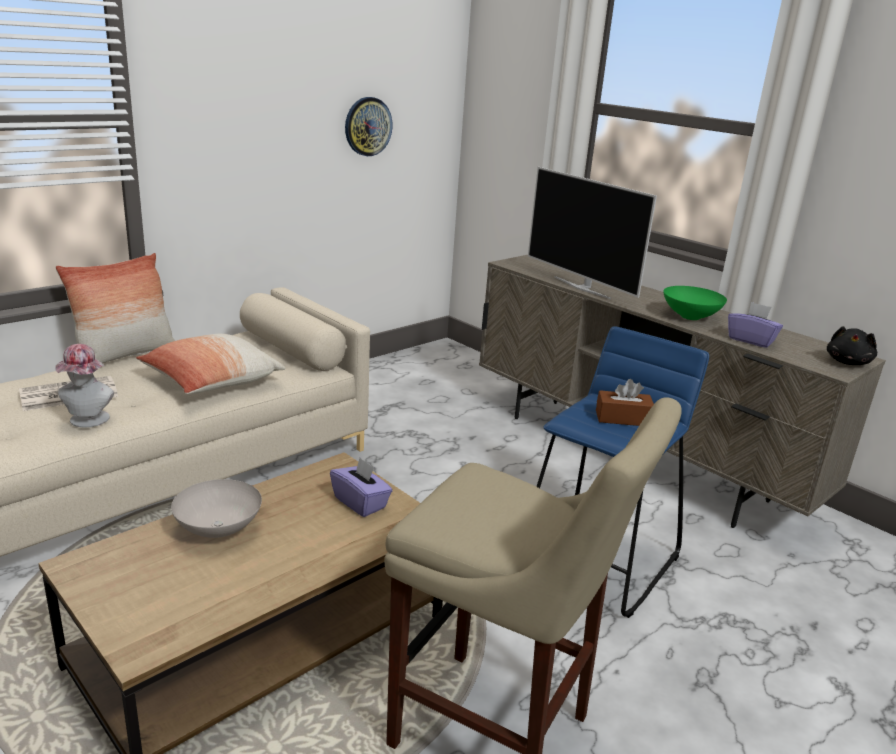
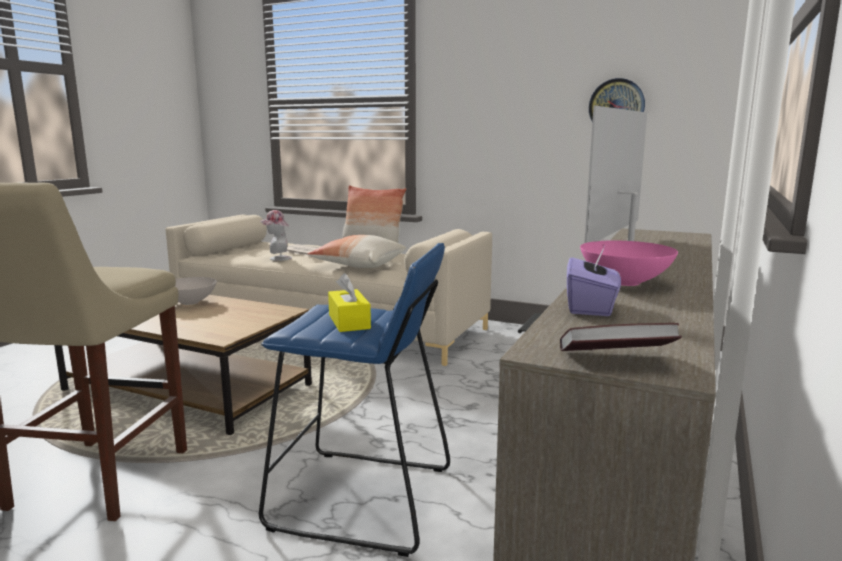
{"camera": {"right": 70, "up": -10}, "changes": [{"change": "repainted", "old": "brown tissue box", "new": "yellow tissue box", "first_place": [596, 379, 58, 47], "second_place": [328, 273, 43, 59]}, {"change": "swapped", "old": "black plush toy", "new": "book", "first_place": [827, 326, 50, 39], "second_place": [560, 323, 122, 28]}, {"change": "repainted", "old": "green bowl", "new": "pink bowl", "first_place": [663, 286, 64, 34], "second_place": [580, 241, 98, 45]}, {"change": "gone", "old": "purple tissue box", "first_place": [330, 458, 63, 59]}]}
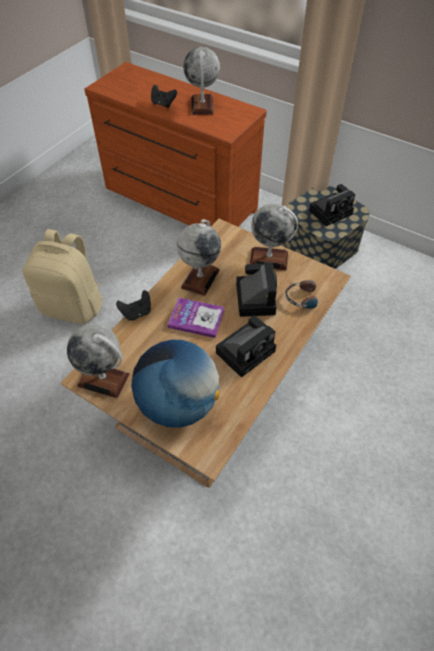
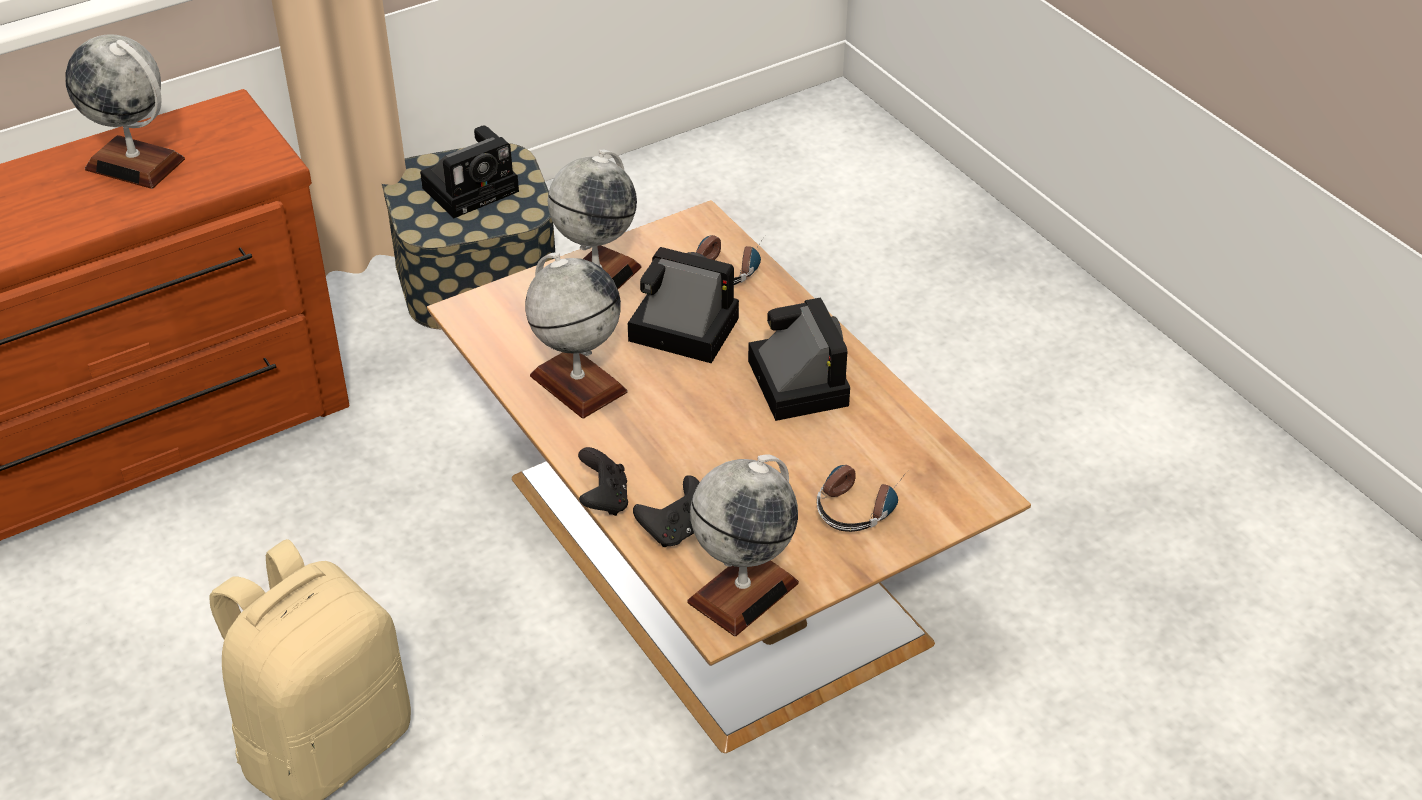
{"camera": {"right": -65, "up": -10}, "changes": [{"change": "rotated", "old": "photo camera", "first_place": [309, 184, 46, 42], "second_place": [420, 125, 99, 93], "degrees": 60}, {"change": "shifted", "old": "black game controller", "first_place": [151, 85, 26, 23], "second_place": [633, 475, 67, 72]}, {"change": "swapped", "old": "globe", "new": "headphones", "first_place": [131, 340, 89, 88], "second_place": [817, 465, 90, 67]}, {"change": "gone", "old": "book", "first_place": [167, 298, 58, 40]}]}
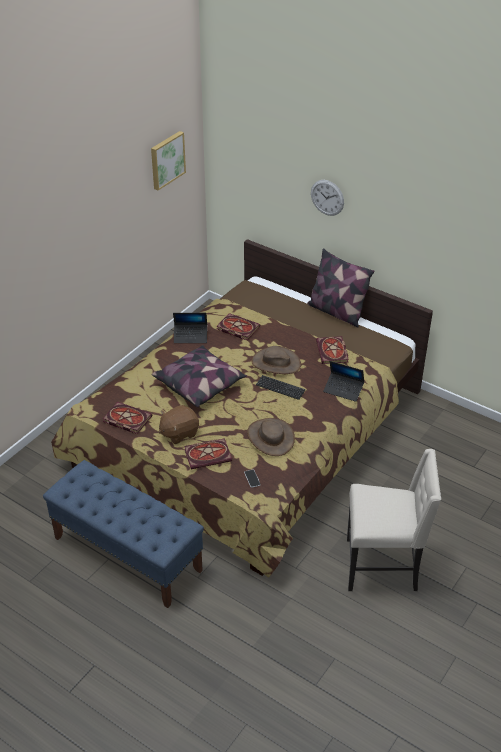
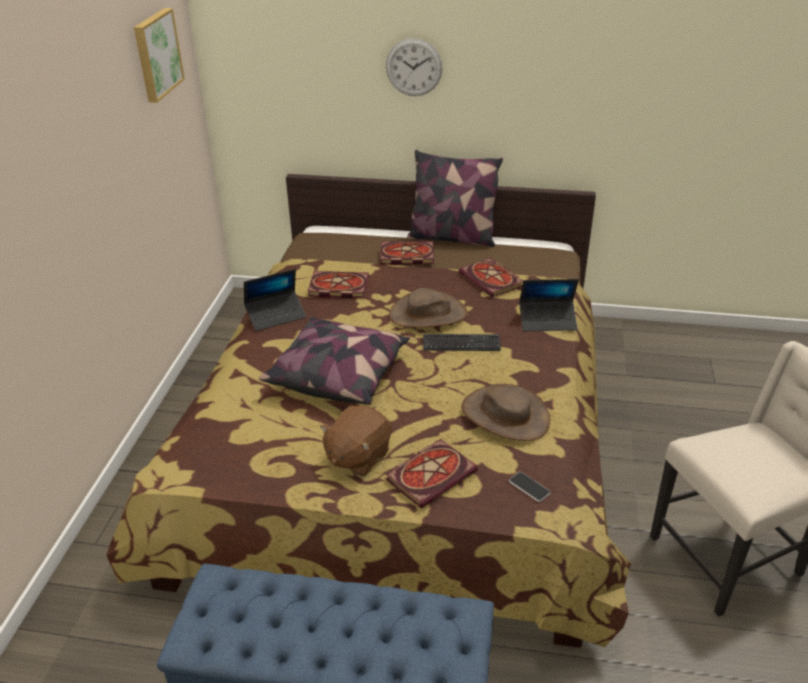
{"camera": {"right": -25, "up": -5}, "changes": [{"change": "shifted", "old": "book", "first_place": [103, 402, 49, 32], "second_place": [380, 241, 54, 24]}]}
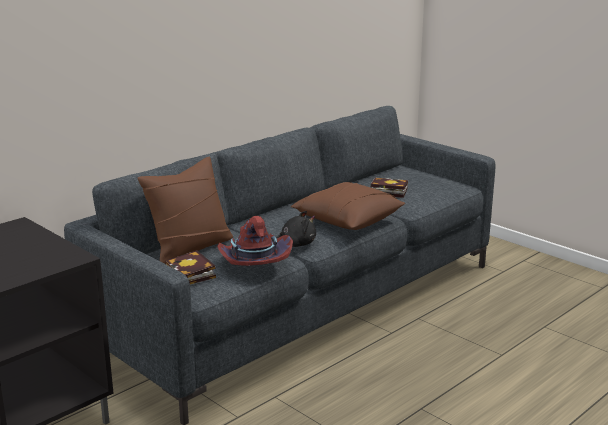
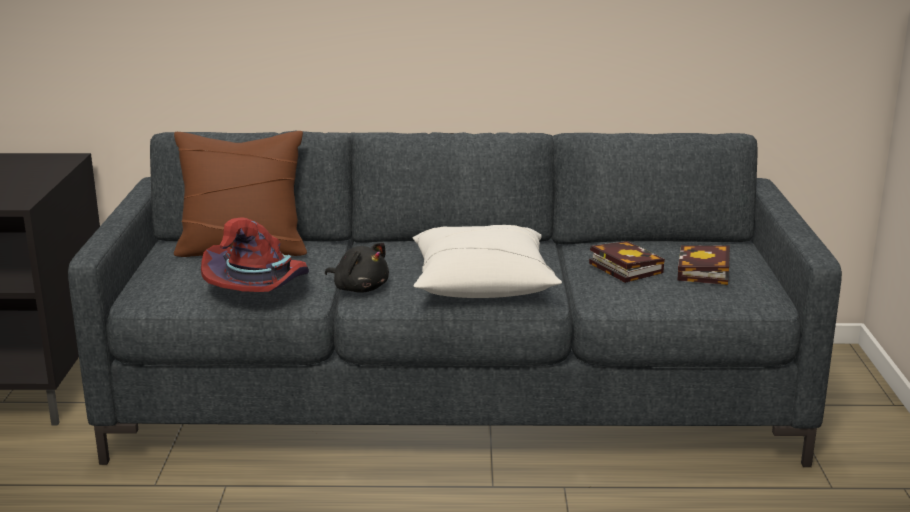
{"camera": {"right": 45, "up": 0}, "changes": [{"change": "repainted", "old": "brown pillow", "new": "white pillow", "first_place": [291, 182, 114, 48], "second_place": [413, 225, 149, 73]}, {"change": "shifted", "old": "book", "first_place": [165, 250, 51, 35], "second_place": [677, 245, 53, 40]}]}
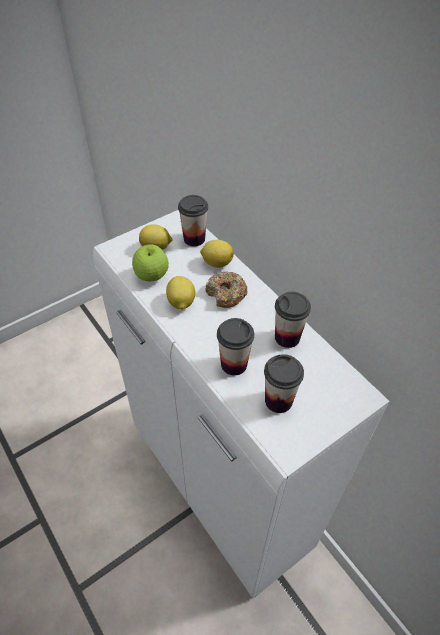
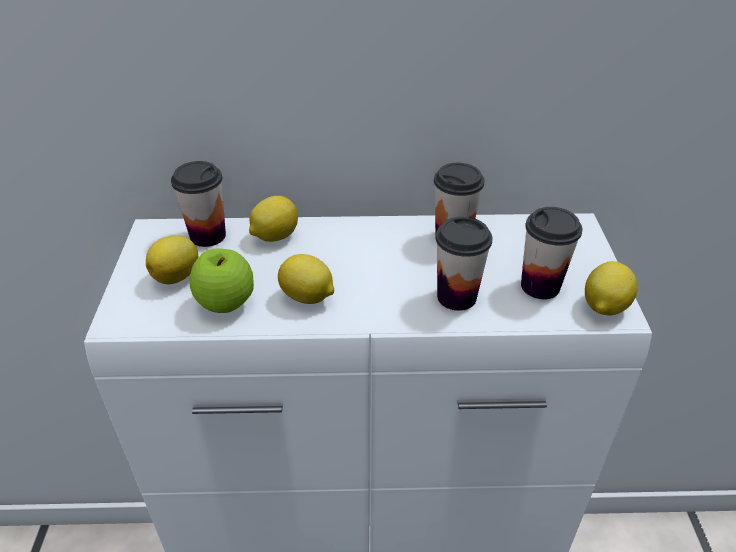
{"camera": {"right": -55, "up": -10}, "changes": [{"change": "new", "new": "lemon", "second_place": [585, 261, 53, 55]}, {"change": "gone", "old": "donut", "first_place": [205, 272, 42, 36]}]}
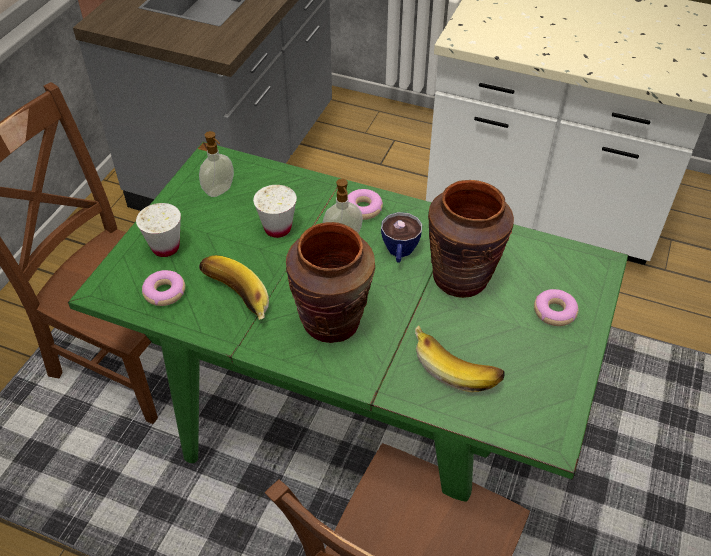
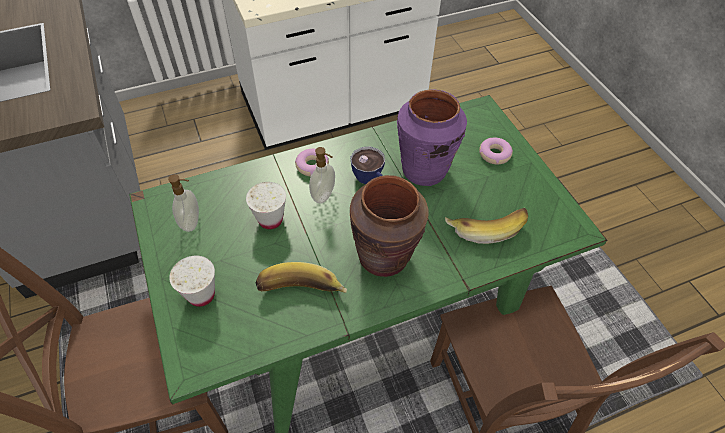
{"camera": {"right": -45, "up": 5}, "changes": [{"change": "repainted", "old": "brown vase", "new": "purple vase", "first_place": [428, 180, 86, 118], "second_place": [397, 89, 70, 97]}, {"change": "gone", "old": "donut", "first_place": [142, 270, 43, 36]}]}
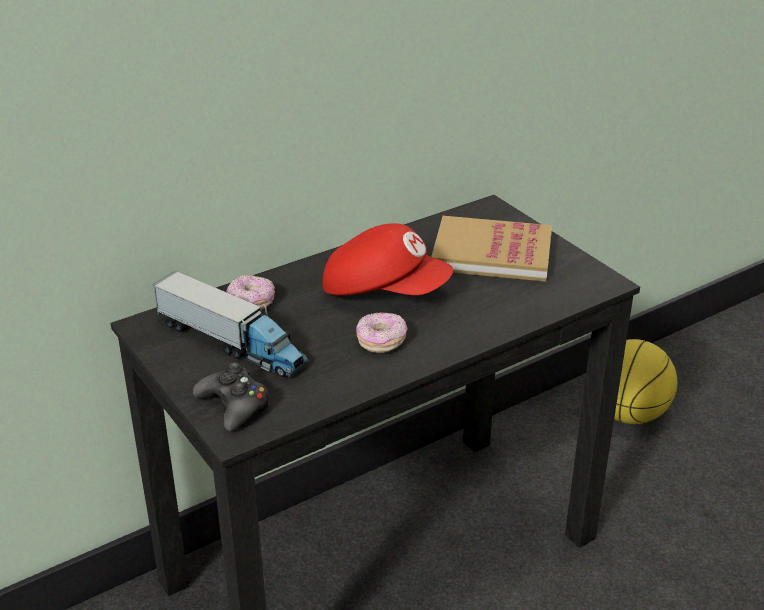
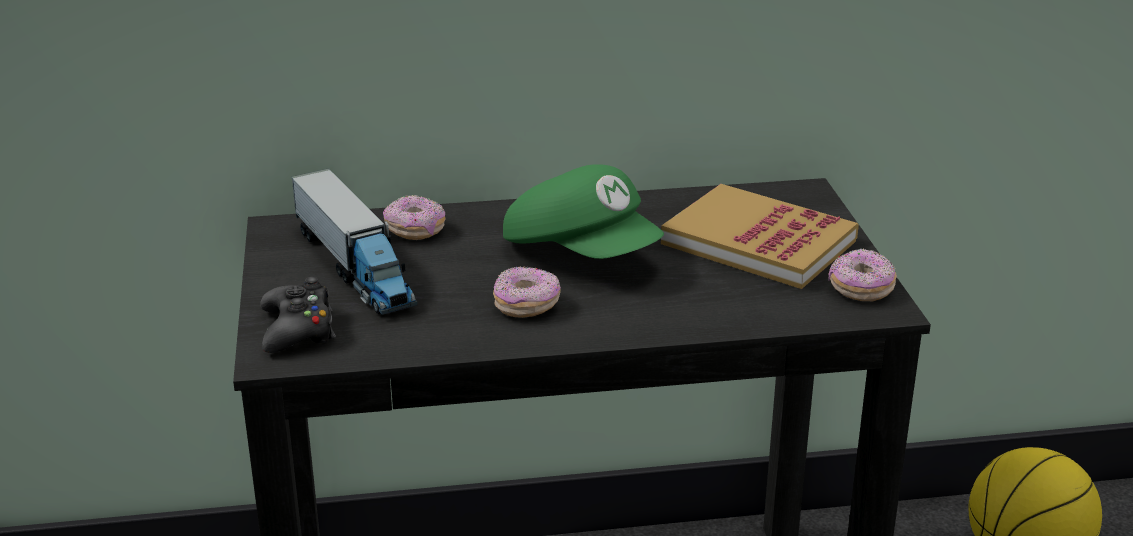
{"camera": {"right": 25, "up": -5}, "changes": [{"change": "repainted", "old": "red cap", "new": "green cap", "first_place": [323, 223, 130, 73], "second_place": [503, 164, 161, 95]}, {"change": "new", "new": "donut", "second_place": [828, 249, 69, 52]}]}
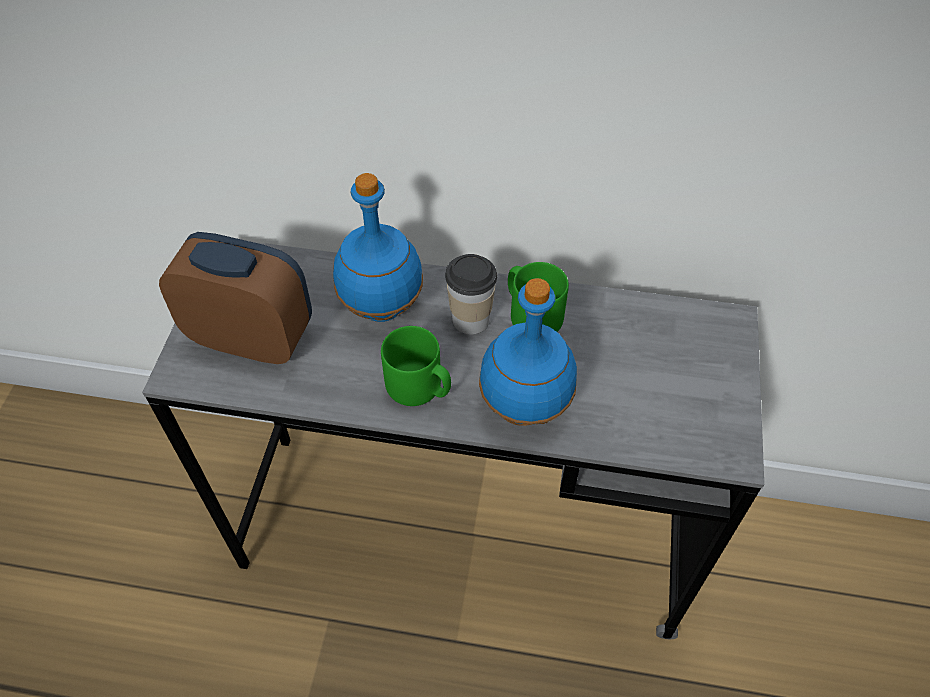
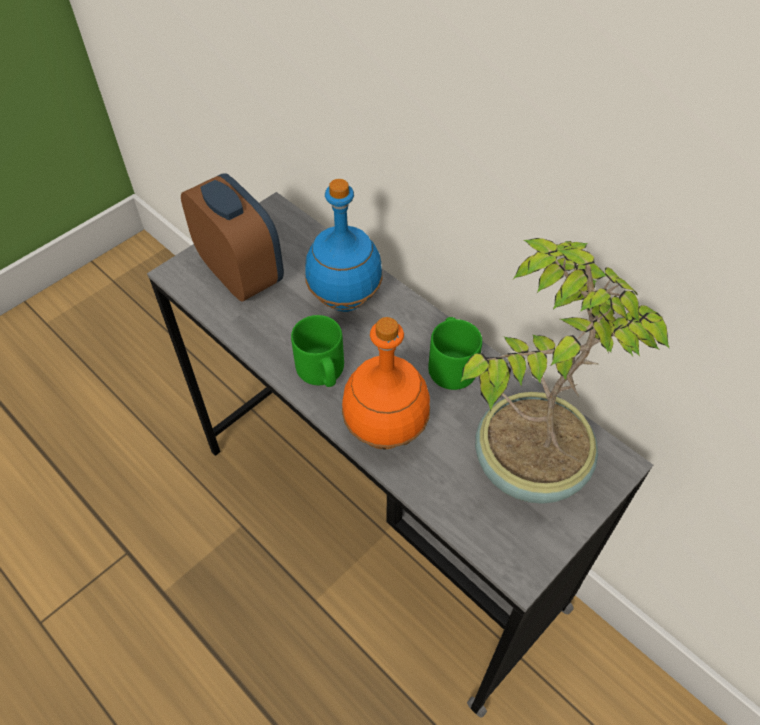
{"camera": {"right": 35, "up": 0}, "changes": [{"change": "repainted", "old": "blue bottle", "new": "orange bottle", "first_place": [479, 278, 98, 148], "second_place": [342, 317, 88, 133]}, {"change": "new", "new": "potted plant", "second_place": [461, 238, 209, 266]}, {"change": "gone", "old": "cup", "first_place": [445, 254, 52, 80]}]}
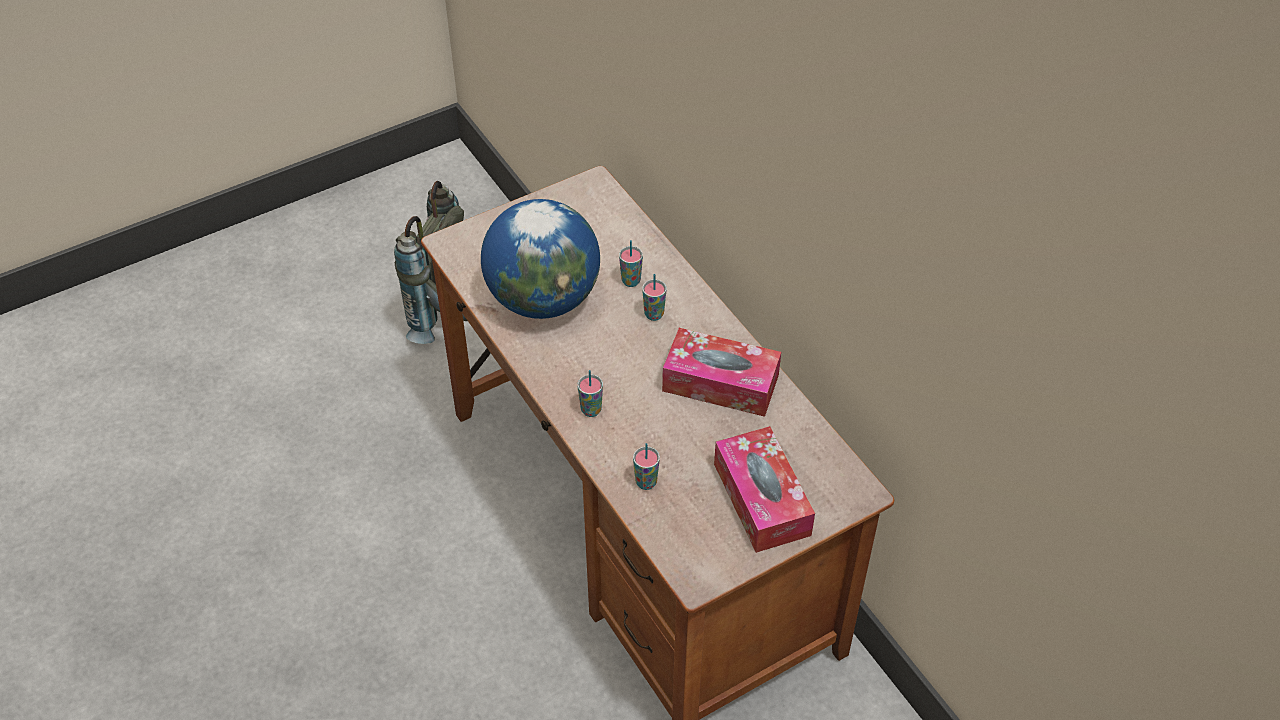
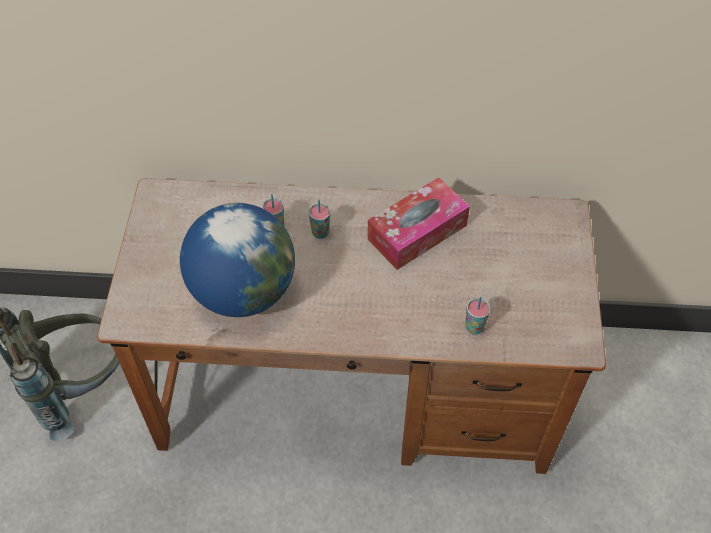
{"camera": {"right": -55, "up": 5}, "changes": [{"change": "gone", "old": "cup", "first_place": [577, 370, 26, 47]}, {"change": "gone", "old": "tissue box", "first_place": [714, 426, 101, 127]}]}
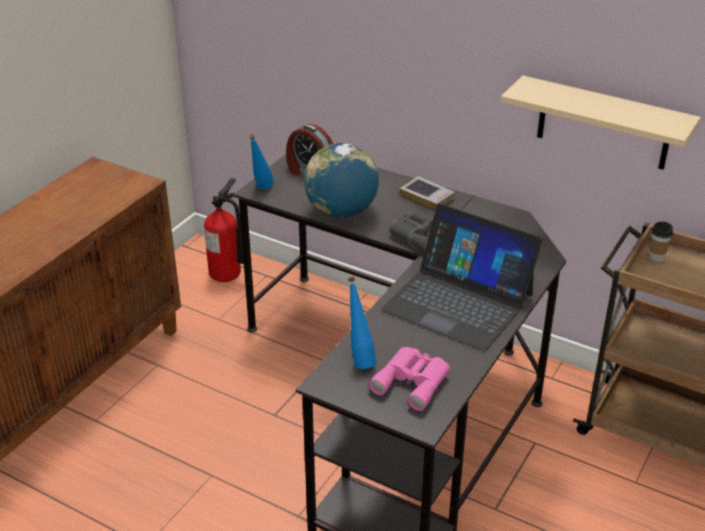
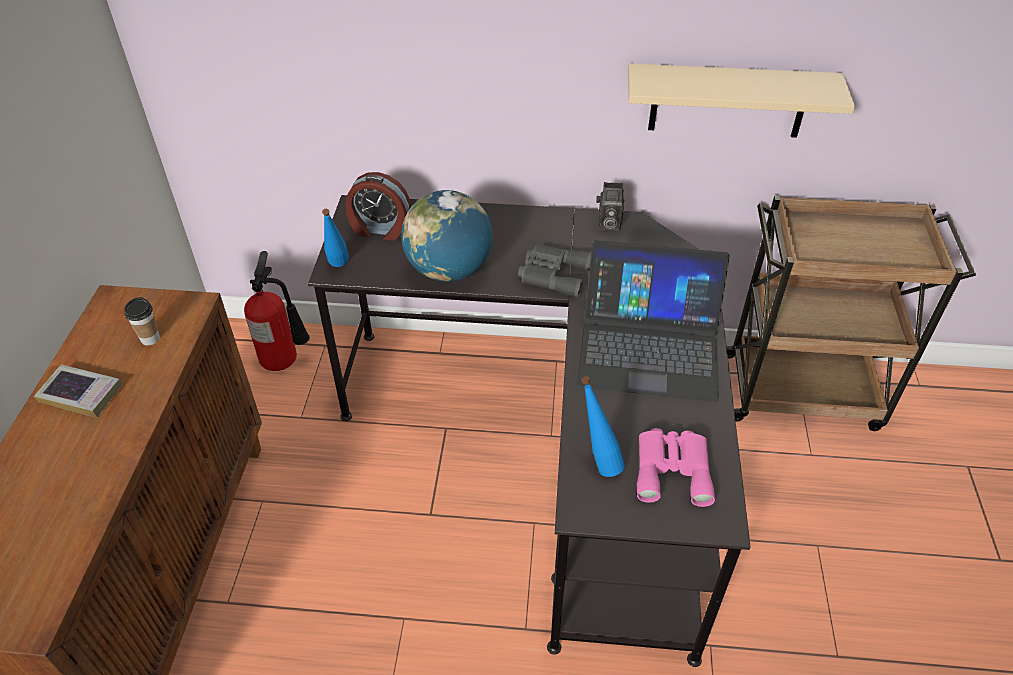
{"camera": {"right": -25, "up": 10}, "changes": [{"change": "shifted", "old": "book", "first_place": [400, 176, 55, 34], "second_place": [34, 364, 88, 54]}, {"change": "shifted", "old": "cup", "first_place": [649, 222, 24, 40], "second_place": [124, 297, 36, 48]}, {"change": "new", "new": "photo camera", "second_place": [596, 182, 29, 49]}]}
